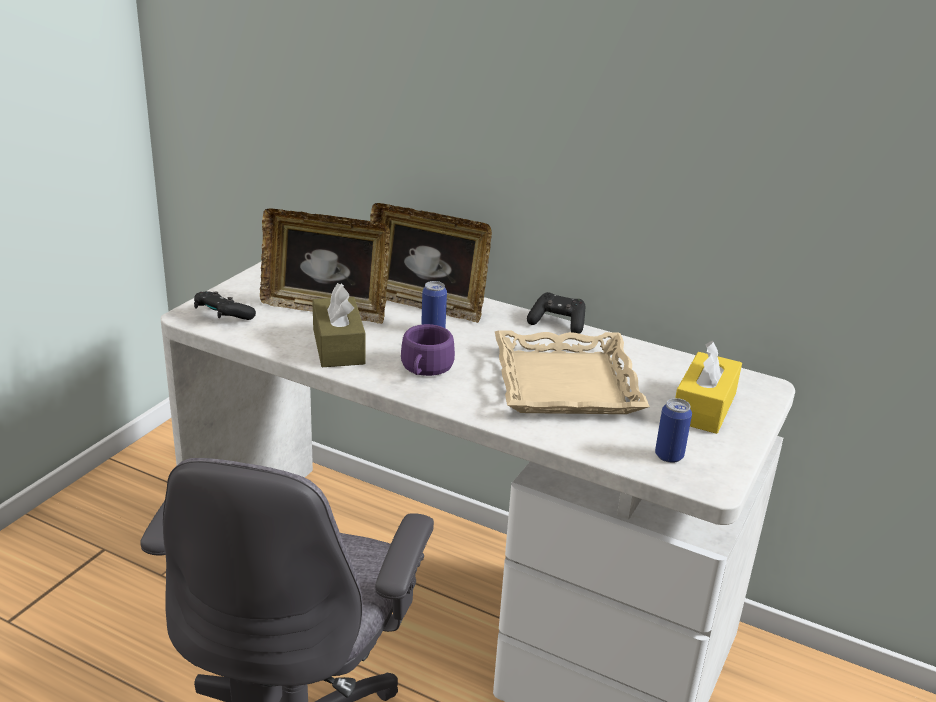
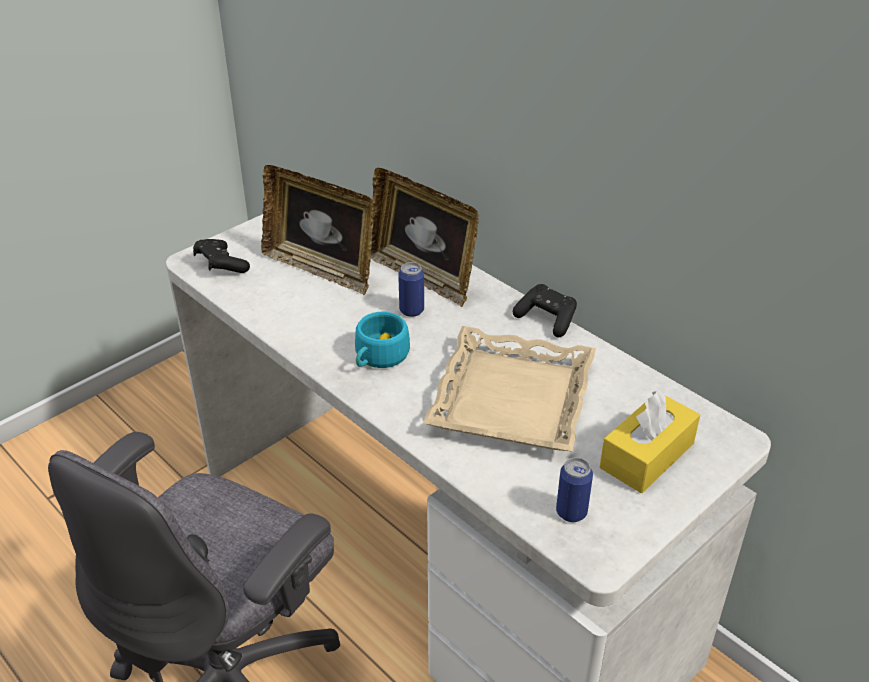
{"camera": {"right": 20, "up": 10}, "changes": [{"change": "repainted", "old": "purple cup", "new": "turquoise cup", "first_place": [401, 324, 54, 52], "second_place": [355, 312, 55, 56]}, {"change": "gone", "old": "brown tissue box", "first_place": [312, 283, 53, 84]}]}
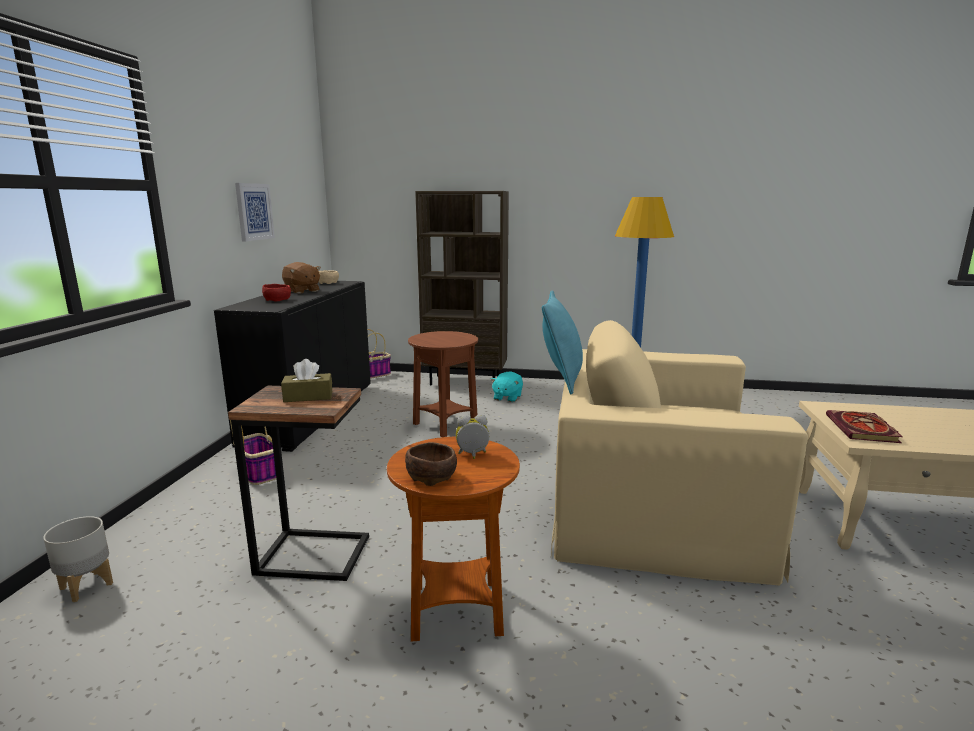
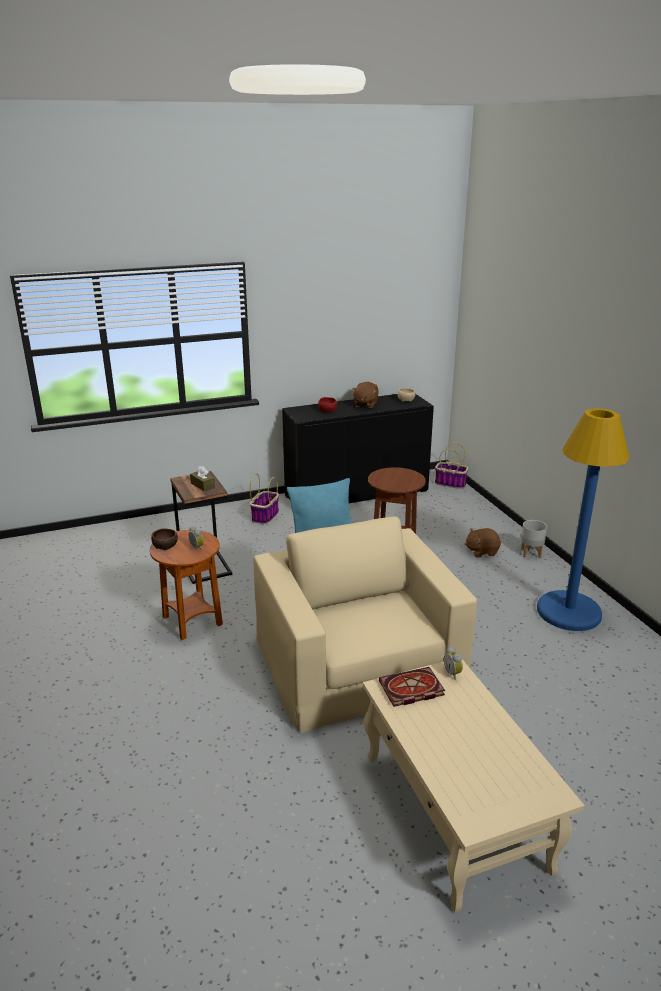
{"camera": {"right": 60, "up": 10}, "changes": [{"change": "new", "new": "alarm clock", "second_place": [444, 647, 19, 33]}, {"change": "repainted", "old": "turquoise plush toy", "new": "brown plush toy", "first_place": [491, 372, 32, 30], "second_place": [465, 528, 36, 29]}, {"change": "shifted", "old": "grey planter", "first_place": [43, 516, 70, 86], "second_place": [521, 520, 26, 38]}, {"change": "gone", "old": "picture", "first_place": [235, 183, 40, 58]}, {"change": "gone", "old": "brown bookcase", "first_place": [415, 191, 94, 194]}]}
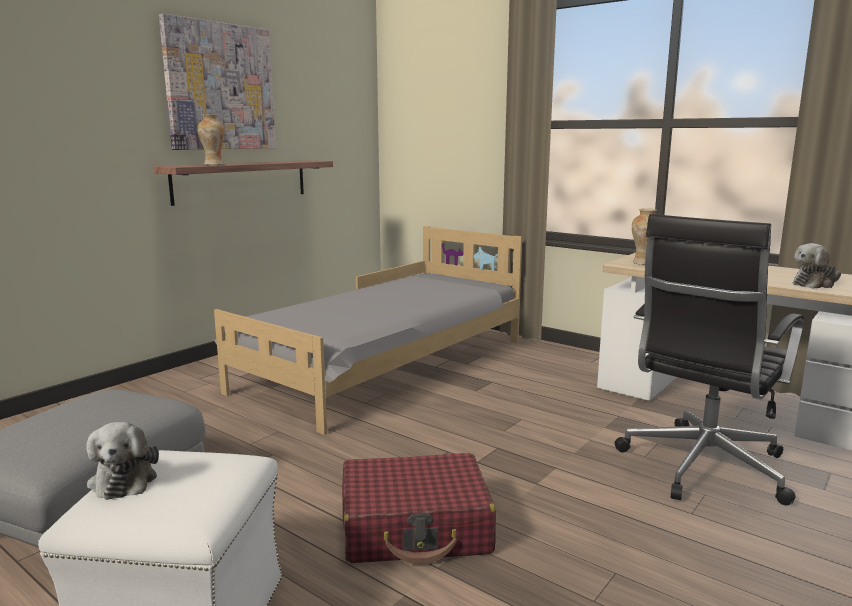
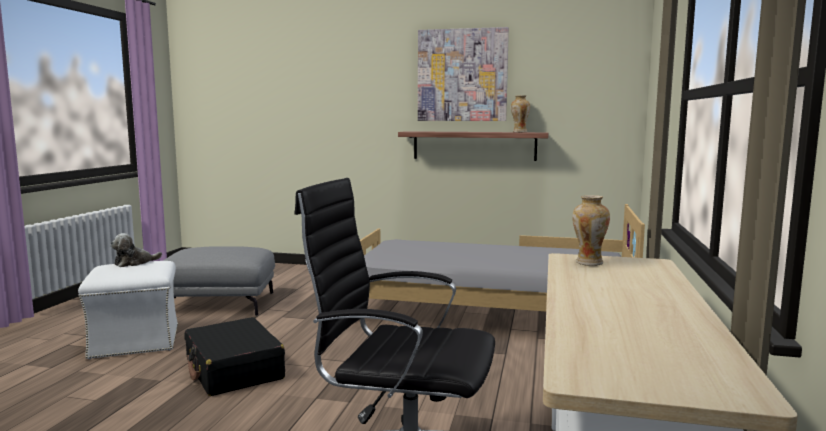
{"camera": {"right": 65, "up": -5}, "changes": [{"change": "repainted", "old": "red suitcase", "new": "black suitcase", "first_place": [342, 453, 154, 111], "second_place": [184, 317, 101, 79]}, {"change": "shifted", "old": "vase", "first_place": [197, 115, 28, 50], "second_place": [511, 95, 19, 37]}, {"change": "gone", "old": "plush toy", "first_place": [793, 243, 48, 46]}]}
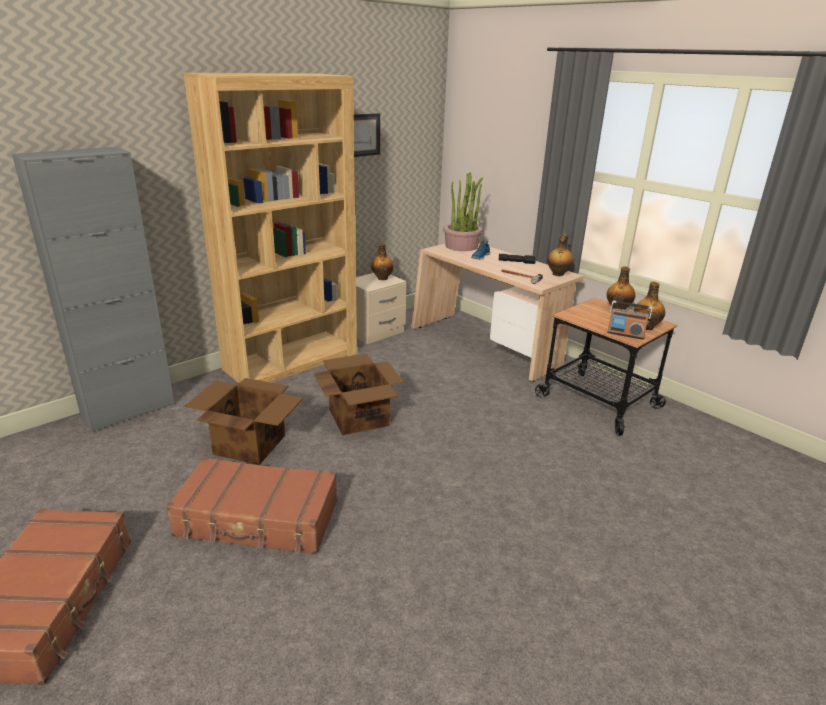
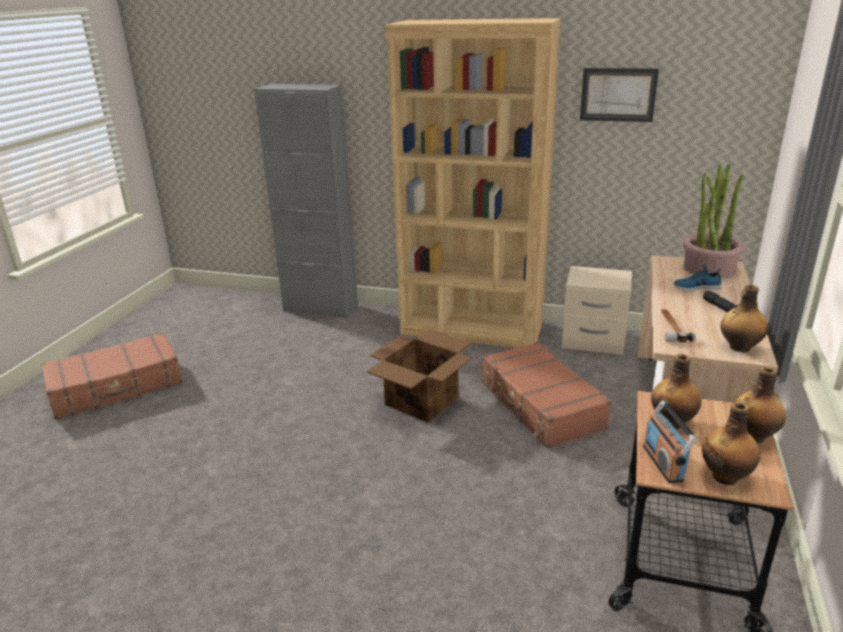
{"camera": {"right": 60, "up": 0}, "changes": [{"change": "shifted", "old": "brown suitcase", "first_place": [166, 457, 171, 98], "second_place": [482, 342, 130, 106]}, {"change": "shifted", "old": "bottle", "first_place": [371, 243, 23, 37], "second_place": [651, 354, 50, 75]}, {"change": "gone", "old": "cardboard box", "first_place": [185, 378, 118, 87]}]}
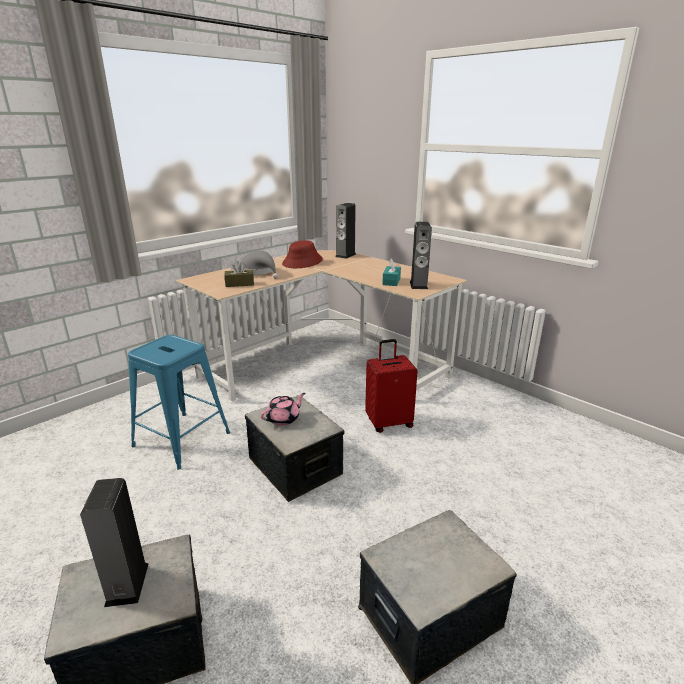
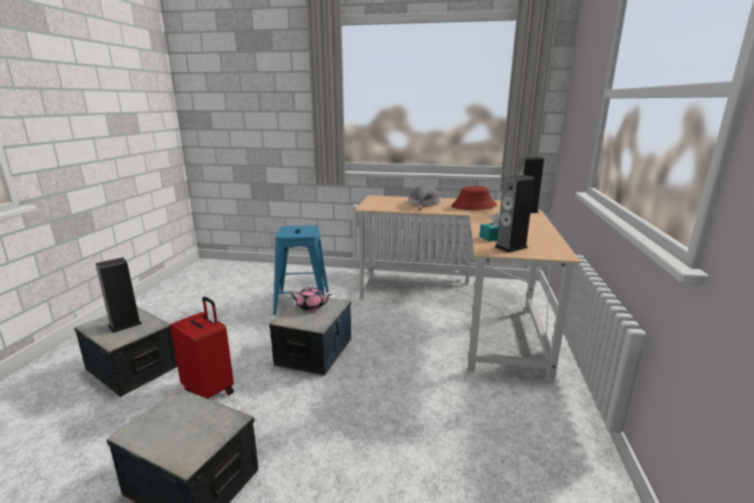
{"camera": {"right": 55, "up": -5}, "changes": [{"change": "shifted", "old": "red suitcase", "first_place": [365, 339, 53, 94], "second_place": [170, 297, 64, 102]}, {"change": "gone", "old": "brown tissue box", "first_place": [224, 261, 30, 26]}]}
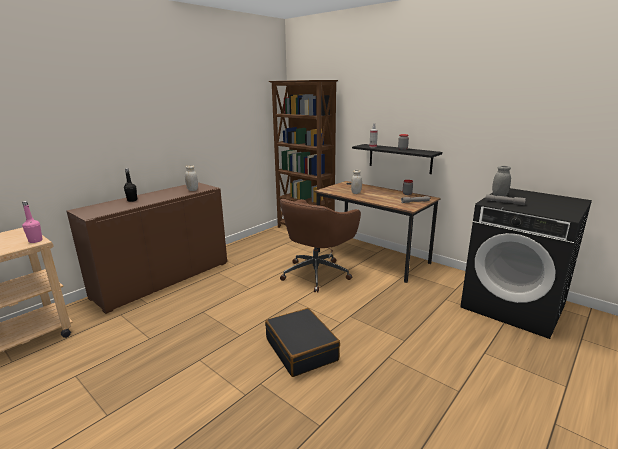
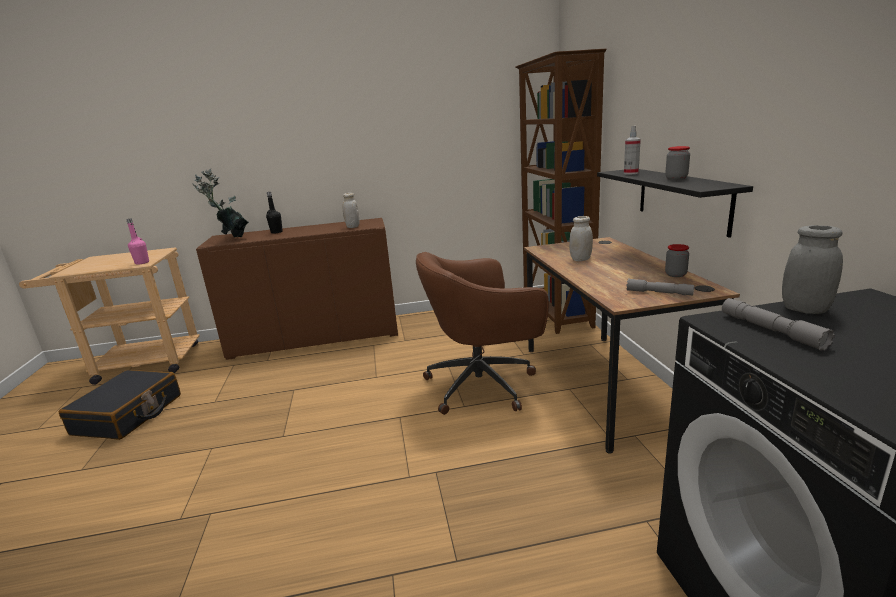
{"camera": {"right": 40, "up": 0}, "changes": [{"change": "shifted", "old": "black suitcase", "first_place": [265, 308, 75, 69], "second_place": [59, 370, 122, 70]}, {"change": "new", "new": "potted plant", "second_place": [192, 168, 57, 69]}]}
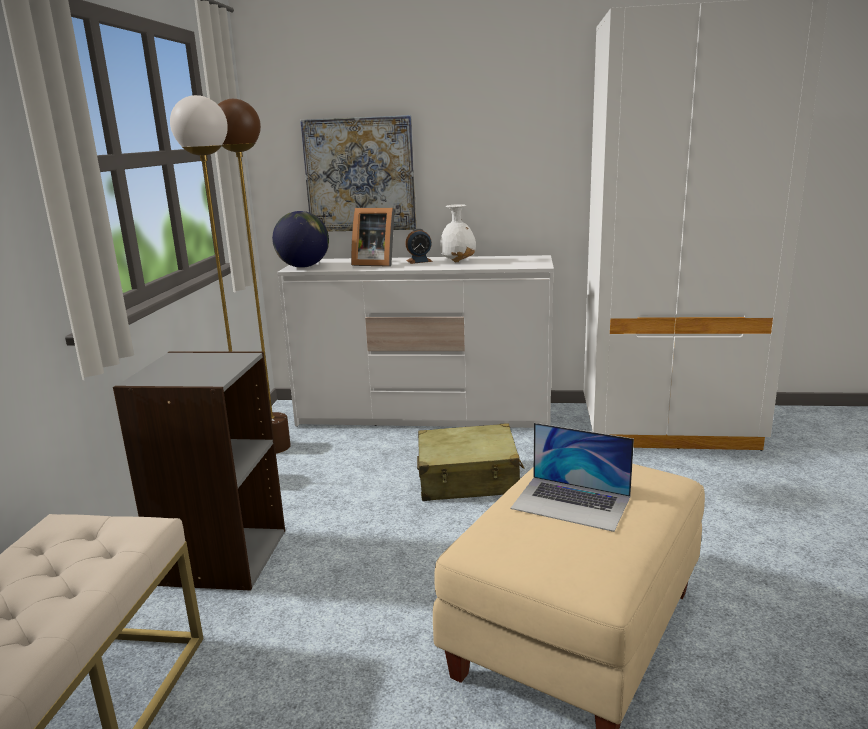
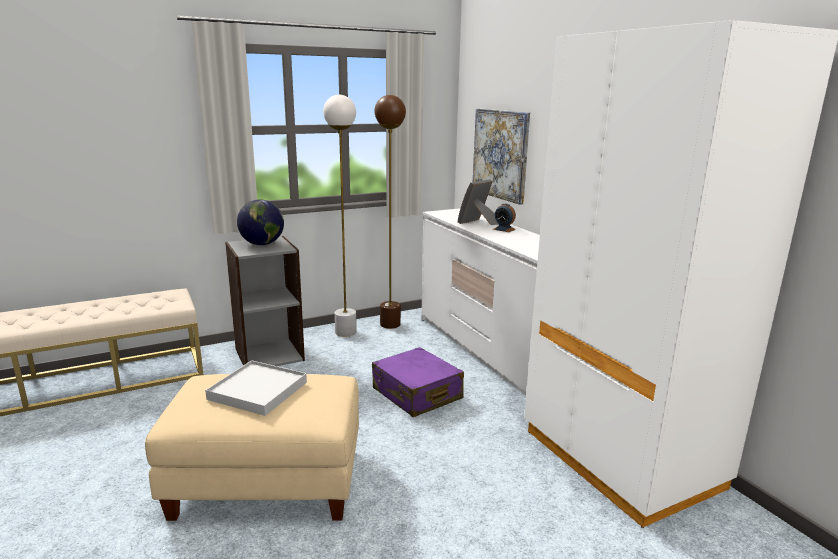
{"camera": {"right": 55, "up": 0}, "changes": [{"change": "swapped", "old": "laptop", "new": "white tray", "first_place": [511, 423, 123, 109], "second_place": [205, 360, 102, 56]}, {"change": "shifted", "old": "globe", "first_place": [272, 211, 57, 57], "second_place": [237, 200, 47, 45]}, {"change": "repainted", "old": "beige suitcase", "new": "purple suitcase", "first_place": [417, 423, 108, 78], "second_place": [372, 347, 92, 70]}, {"change": "rotated", "old": "picture frame", "first_place": [351, 208, 44, 59], "second_place": [458, 179, 41, 46], "degrees": 60}, {"change": "gone", "old": "white vase", "first_place": [440, 204, 36, 58]}]}
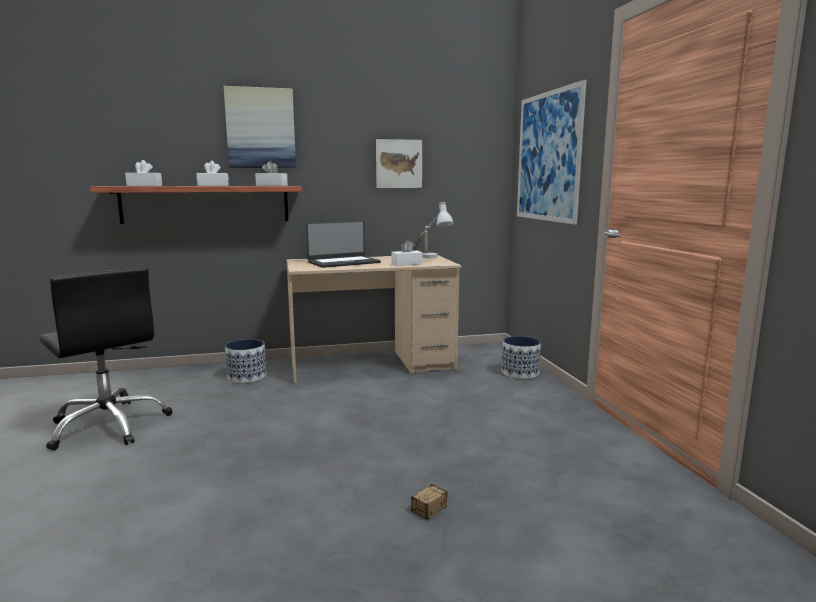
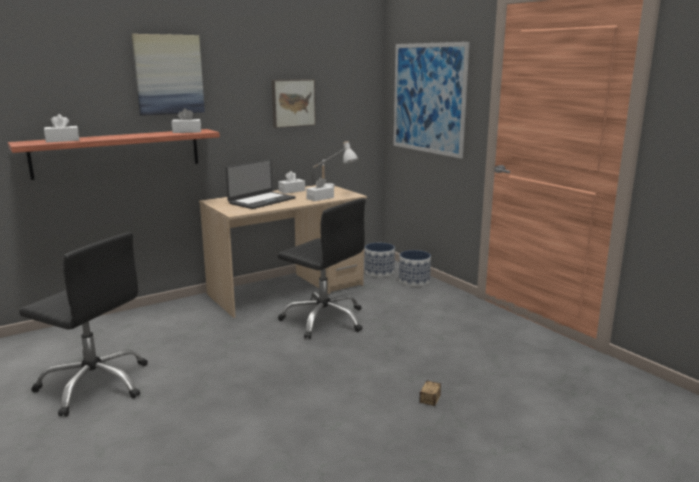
{"camera": {"right": -20, "up": 5}, "changes": [{"change": "shifted", "old": "white tissue box", "first_place": [196, 161, 33, 25], "second_place": [278, 171, 27, 23]}, {"change": "new", "new": "black office chair", "second_place": [278, 198, 88, 141]}, {"change": "shifted", "old": "planter", "first_place": [225, 339, 41, 44], "second_place": [365, 243, 30, 34]}]}
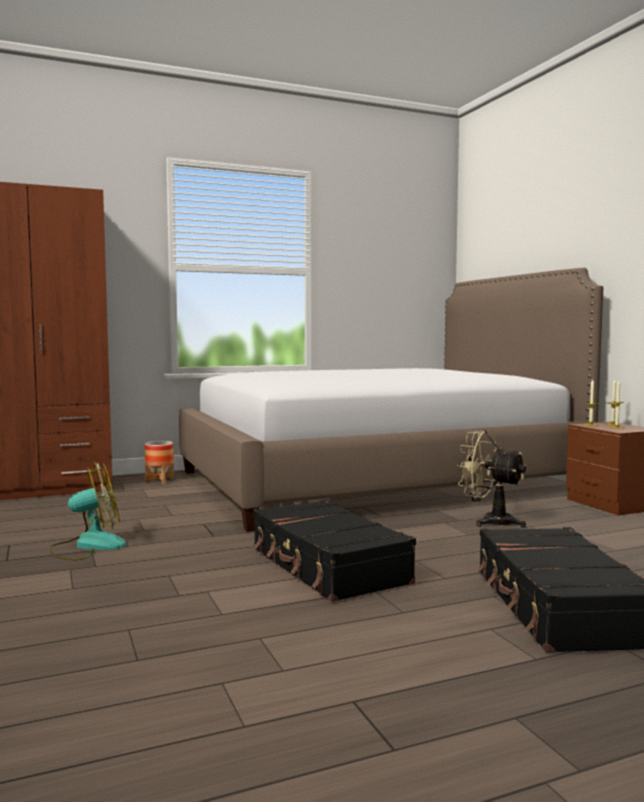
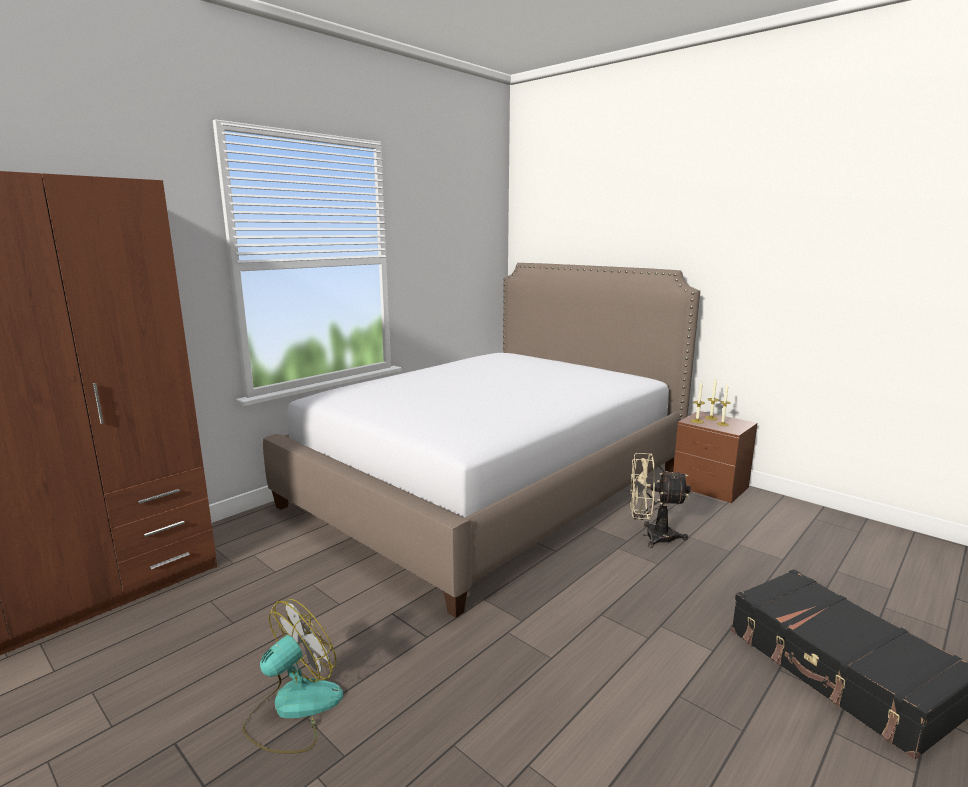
{"camera": {"right": -25, "up": 10}, "changes": [{"change": "gone", "old": "planter", "first_place": [145, 441, 29, 43]}, {"change": "gone", "old": "black suitcase", "first_place": [254, 499, 162, 103]}]}
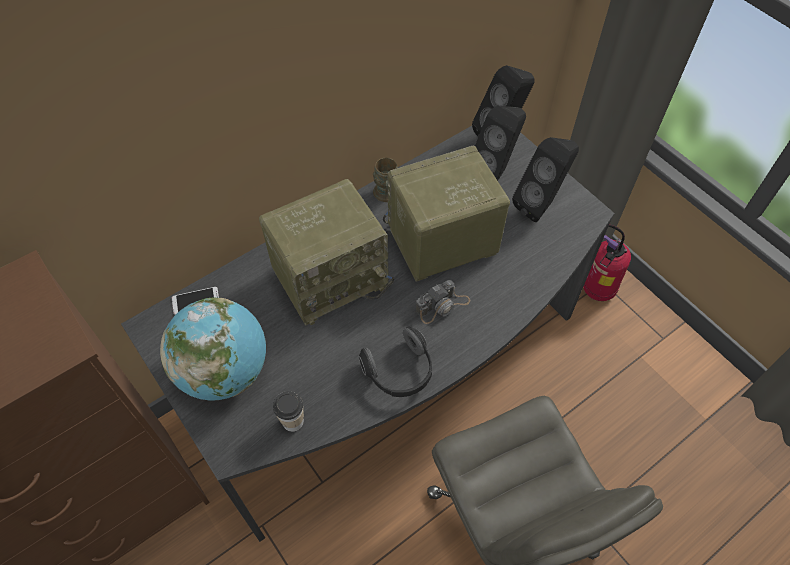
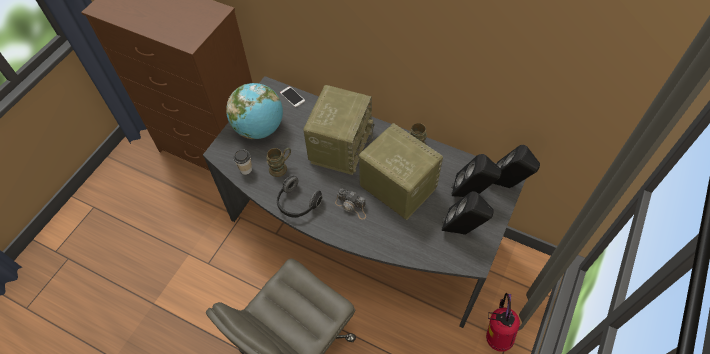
{"camera": {"right": 65, "up": 0}, "changes": [{"change": "new", "new": "brown mug", "second_place": [266, 148, 25, 29]}, {"change": "rotated", "old": "radio", "first_place": [259, 179, 135, 147], "second_place": [303, 85, 72, 90], "degrees": -105}]}
